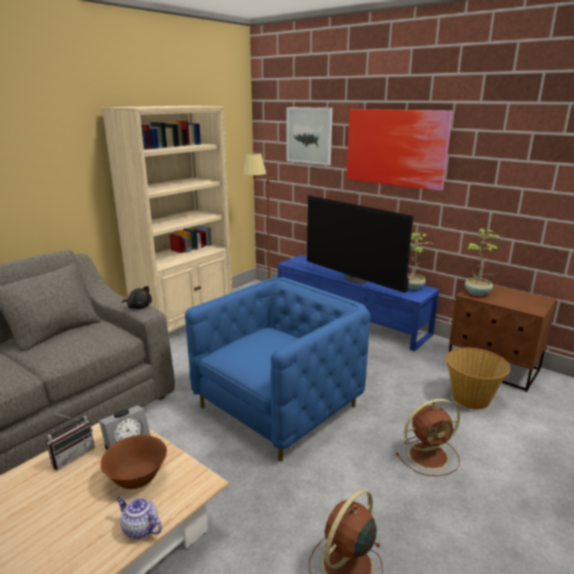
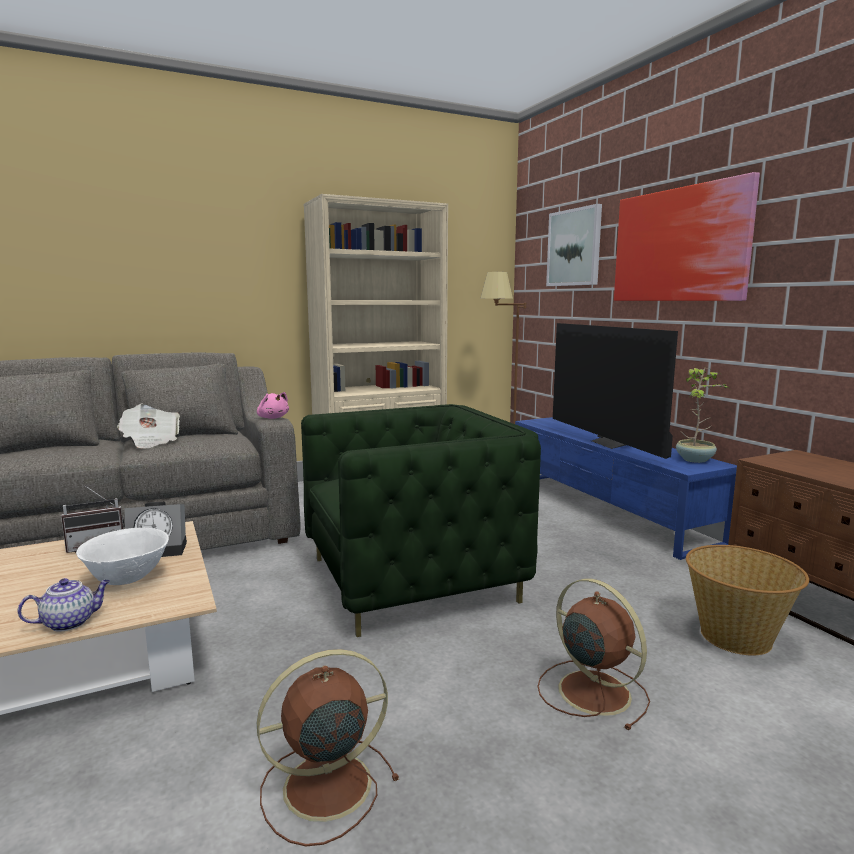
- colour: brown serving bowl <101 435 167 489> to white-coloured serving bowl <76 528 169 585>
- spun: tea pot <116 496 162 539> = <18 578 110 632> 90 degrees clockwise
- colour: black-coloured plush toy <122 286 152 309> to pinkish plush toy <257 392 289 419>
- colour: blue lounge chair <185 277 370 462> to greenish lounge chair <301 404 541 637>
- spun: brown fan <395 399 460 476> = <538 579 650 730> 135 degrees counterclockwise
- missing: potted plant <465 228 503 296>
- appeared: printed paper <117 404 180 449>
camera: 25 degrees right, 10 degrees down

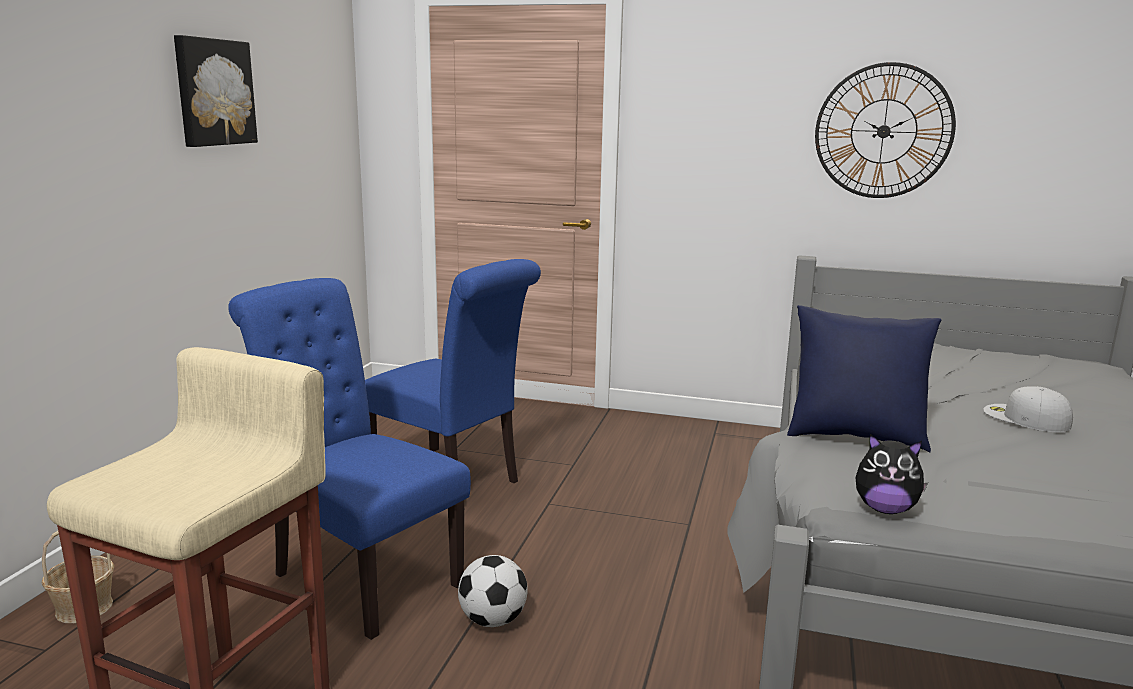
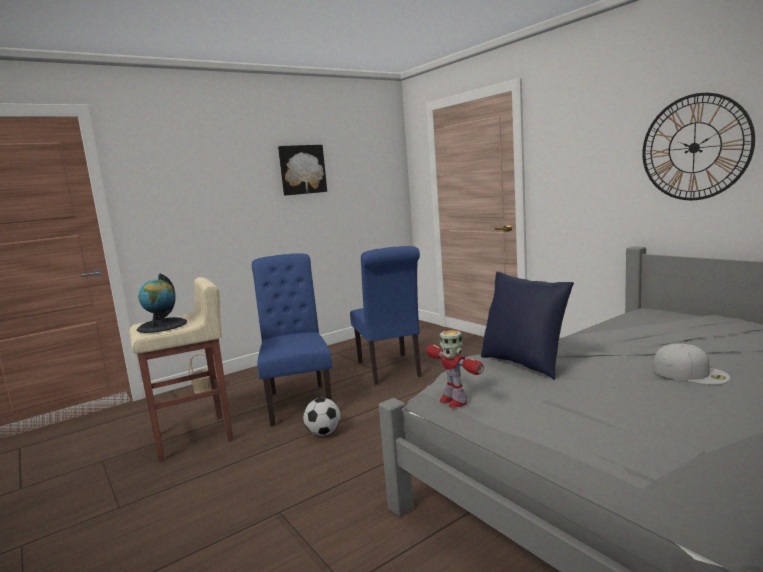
- exchanged: plush toy <855 434 928 514> to robot figure <426 330 484 408>
- spun: white-coloured peaked cap <983 386 1073 432> = <653 344 731 385> 135 degrees clockwise
- appeared: globe <137 274 187 333>
camera: 40 degrees right, 5 degrees down

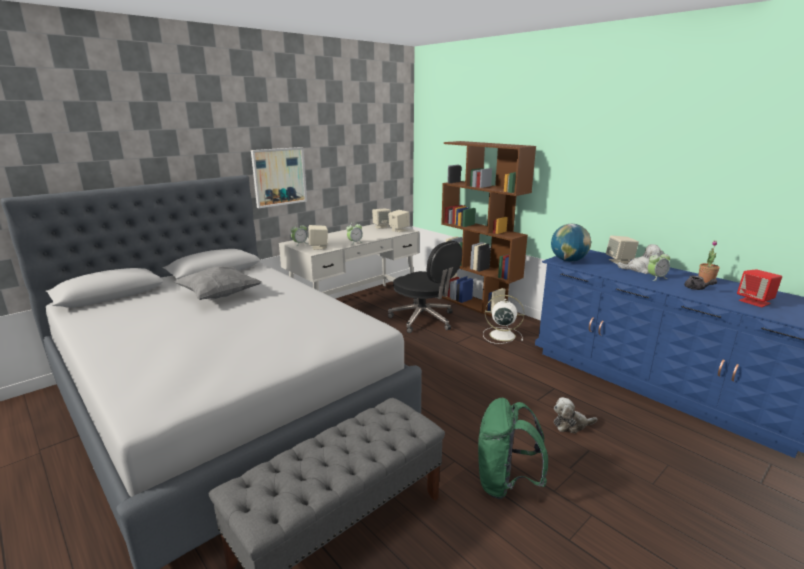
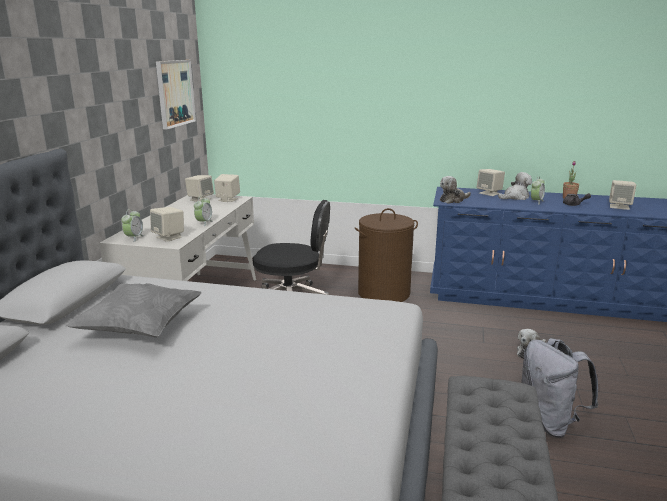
- relocated: wall picture <251 147 307 208> to <156 60 196 129>
- missing: brown bookcase <441 141 536 317>
- colour: greenish knapsack <478 398 548 499> to gray knapsack <521 338 598 438>
- exchanged: white-coloured fan <483 295 524 344> to brown laundry basket <355 208 418 302>
- exchanged: globe <551 224 591 262> to plush toy <440 176 471 204>
- colour: red speaker <737 269 782 307> to beige-coloured speaker <609 180 636 210>
camera: 35 degrees left, 0 degrees up

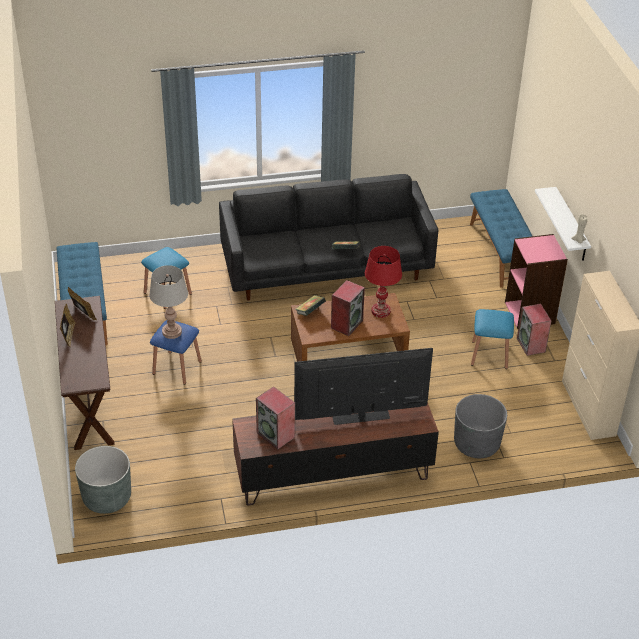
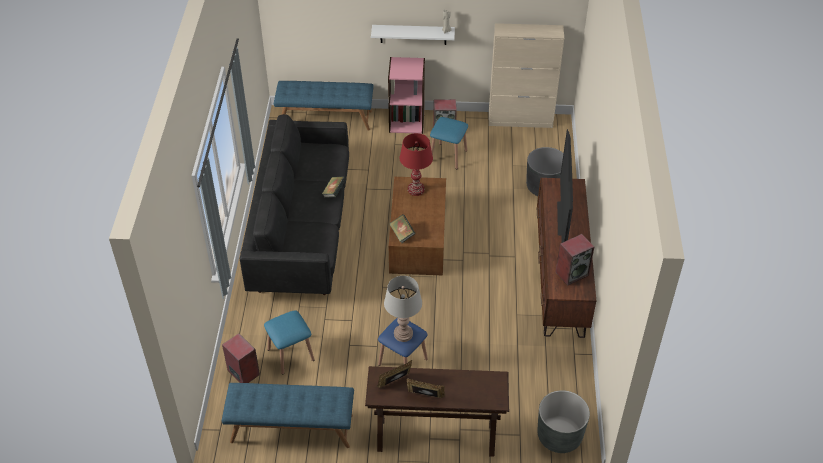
- relocated: speaker <331 280 365 336> to <222 333 260 383>
camera: 75 degrees left, 5 degrees up

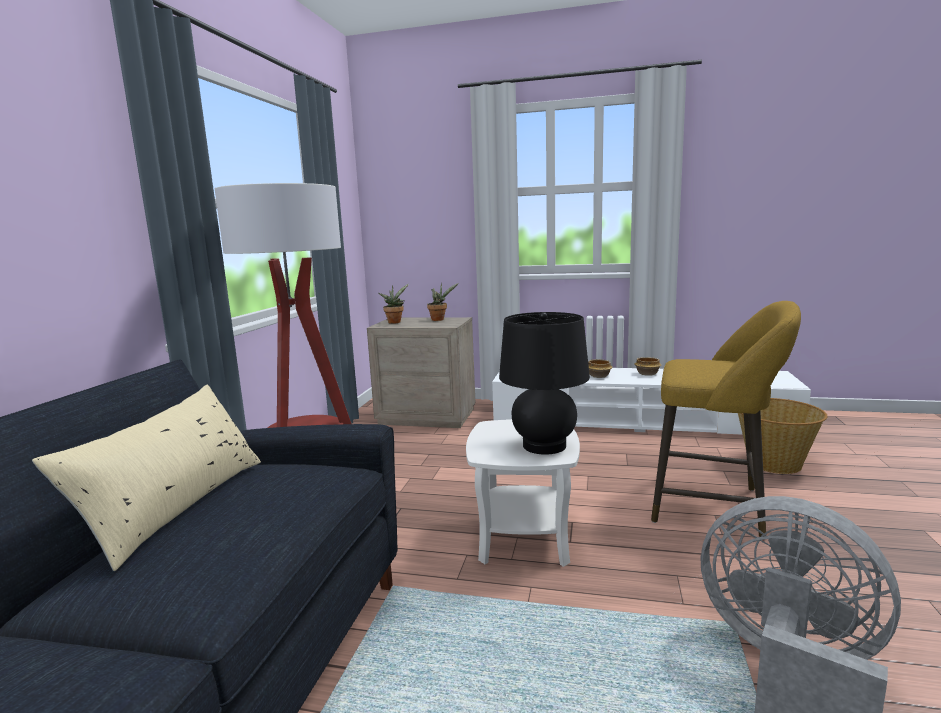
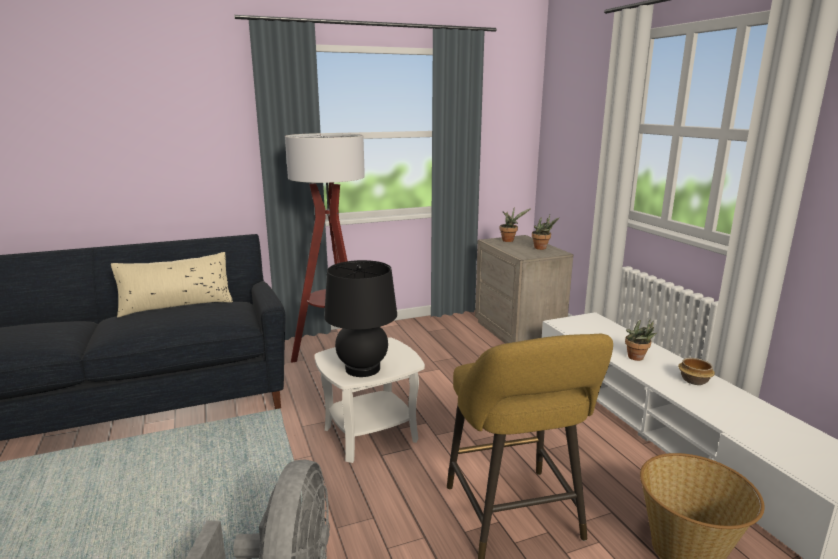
- exchanged: serving bowl <588 359 613 378> to potted plant <625 318 657 361>
camera: 55 degrees right, 5 degrees up

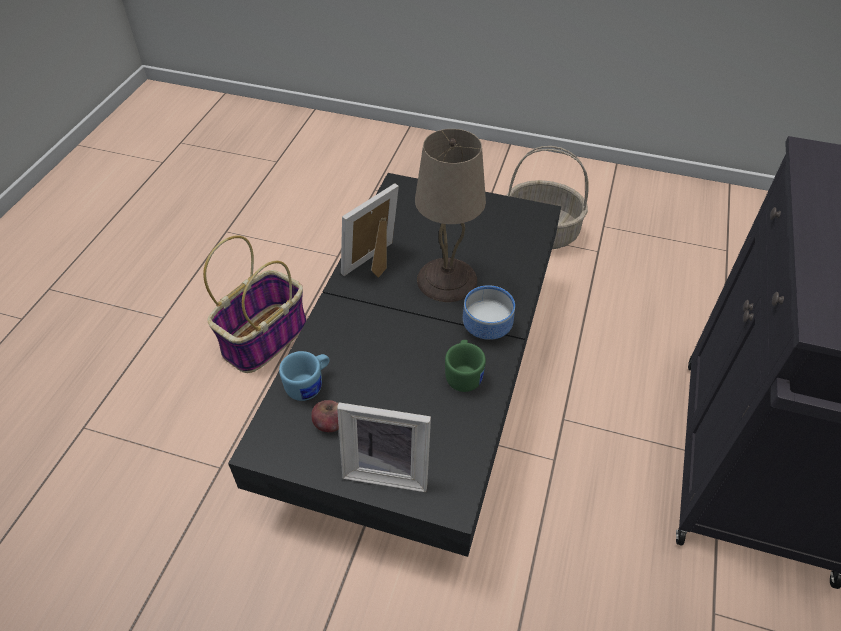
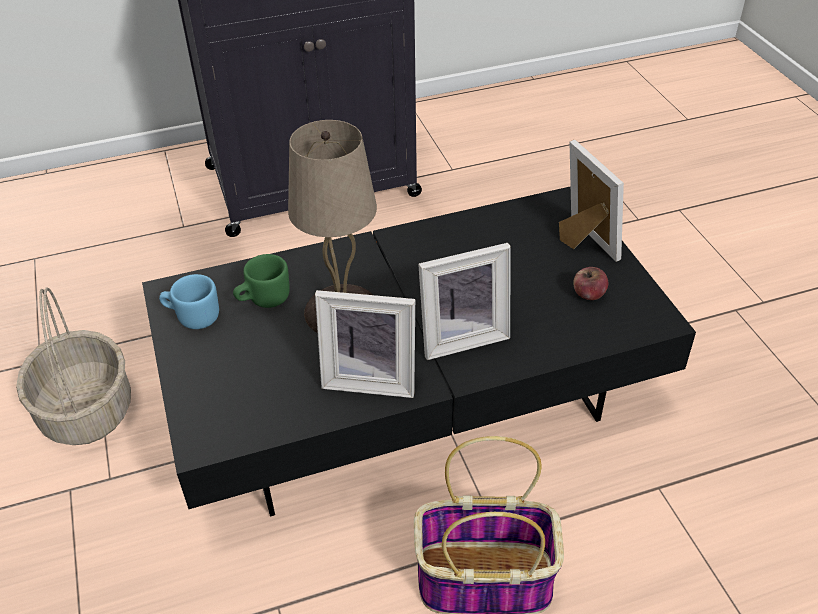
- relocated: blue tea mug <279 351 330 401> to <159 274 219 329>
- relocated: greenish tea mug <445 340 486 392> to <233 254 290 308>
- missing: serving bowl <463 285 515 340>
- appeared: standing frame <418 243 510 360>
camera: 125 degrees left, 5 degrees down

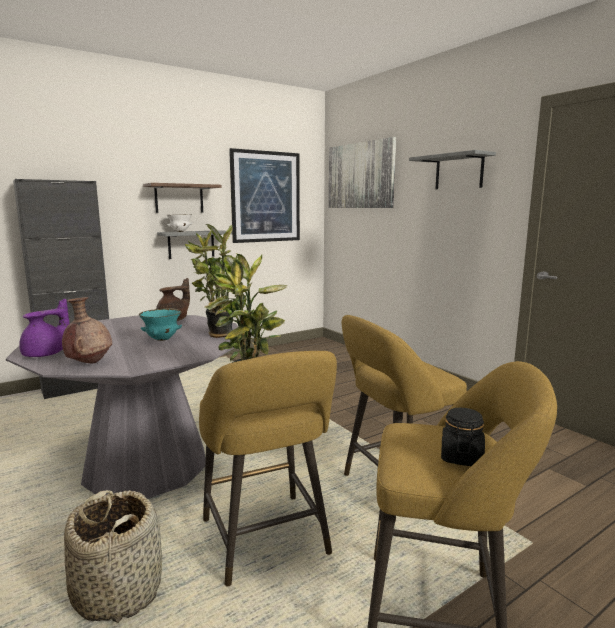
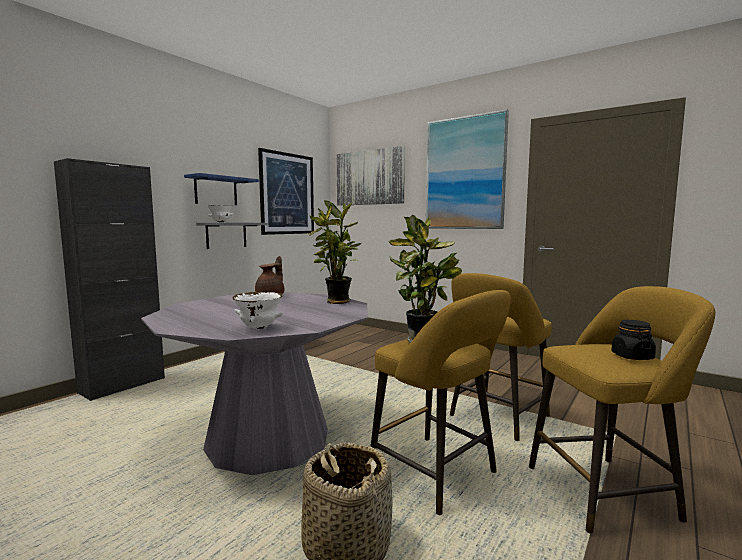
- missing: purple-coloured tea pot <19 299 69 357>
- exchanged: brown decorative vase <62 297 112 363> to white-coloured serving bowl <232 292 283 329>
- missing: blue-green serving bowl <139 308 182 341>
- colour: brown bracket shelf <143 183 221 213> to blue bracket shelf <184 173 259 205>
- exchanged: gray bracket shelf <409 150 496 189> to wall picture <426 110 509 229>
camera: 20 degrees left, 5 degrees down

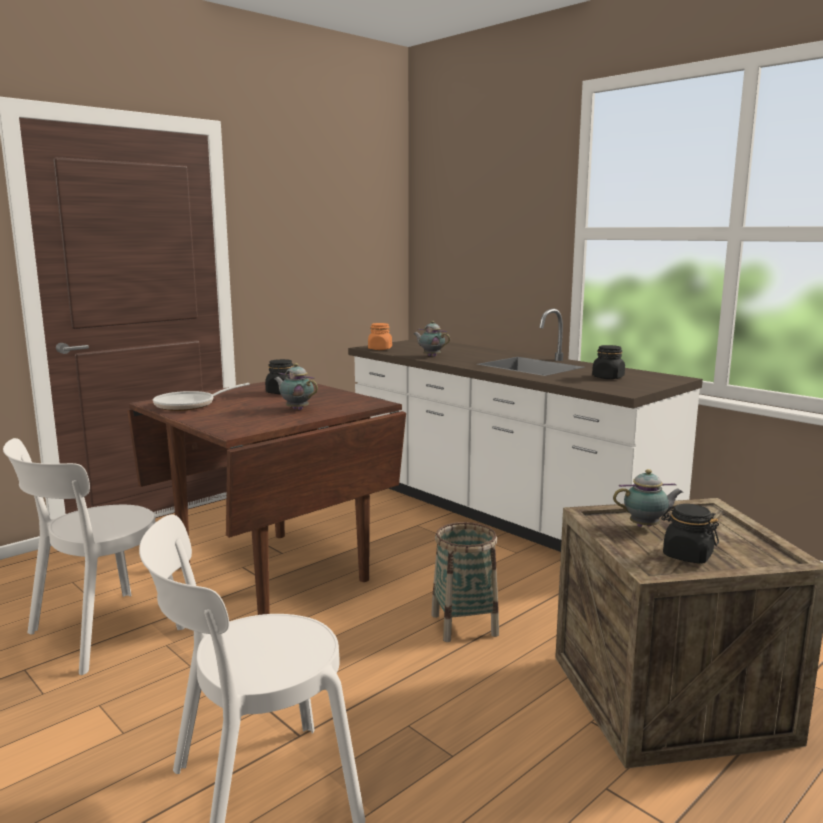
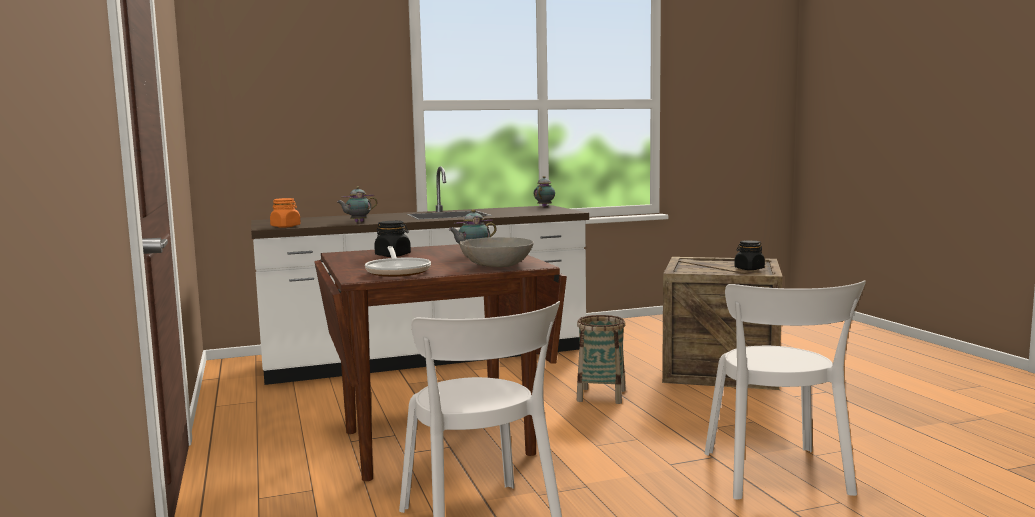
- missing: black-coloured jar <592 345 625 379>
- relocated: tea pot <613 469 683 527> to <534 176 555 207>
- appeared: gray serving bowl <460 237 534 267>
camera: 65 degrees left, 5 degrees down

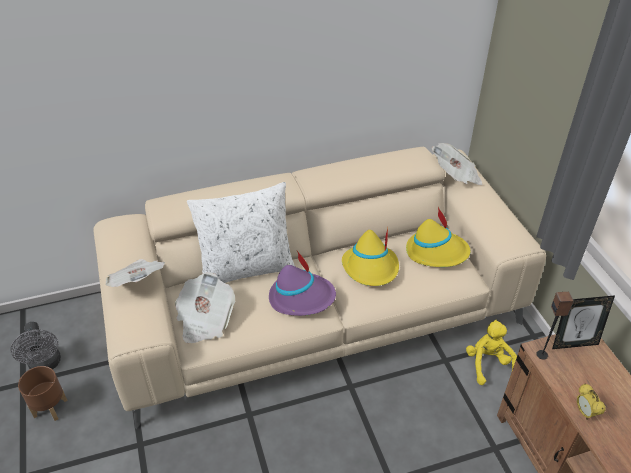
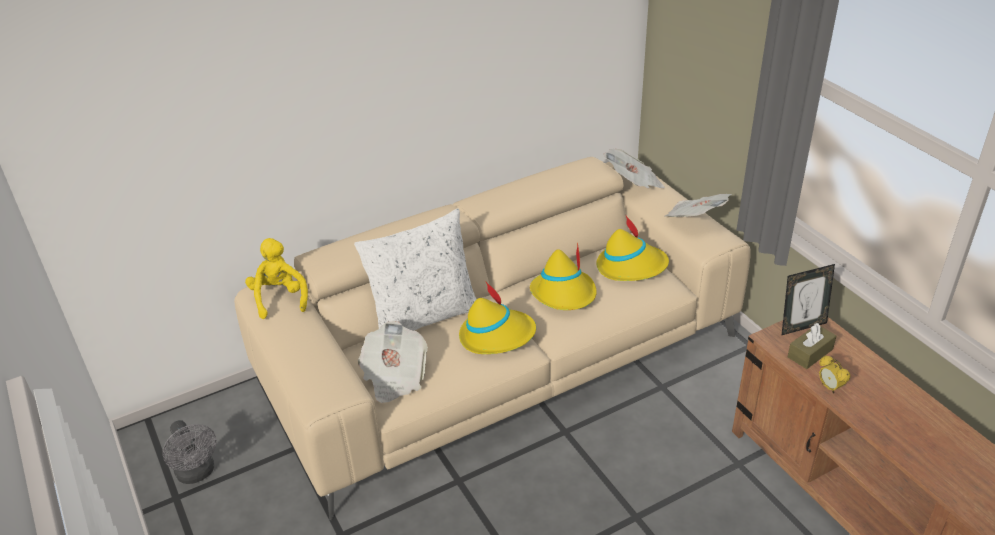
- missing: brown plant pot <18 366 68 421>
- relocated: printed paper <106 259 165 287> to <664 194 732 217>
- colour: purple-coloured wearable hat <269 251 336 316> to yellow wearable hat <459 281 536 354>
- relocated: yellow plush toy <466 320 517 385> to <245 238 308 319>
- missing: speaker <536 292 574 360>
- appeared: brown tissue box <787 323 836 369>
camera: 10 degrees left, 5 degrees down

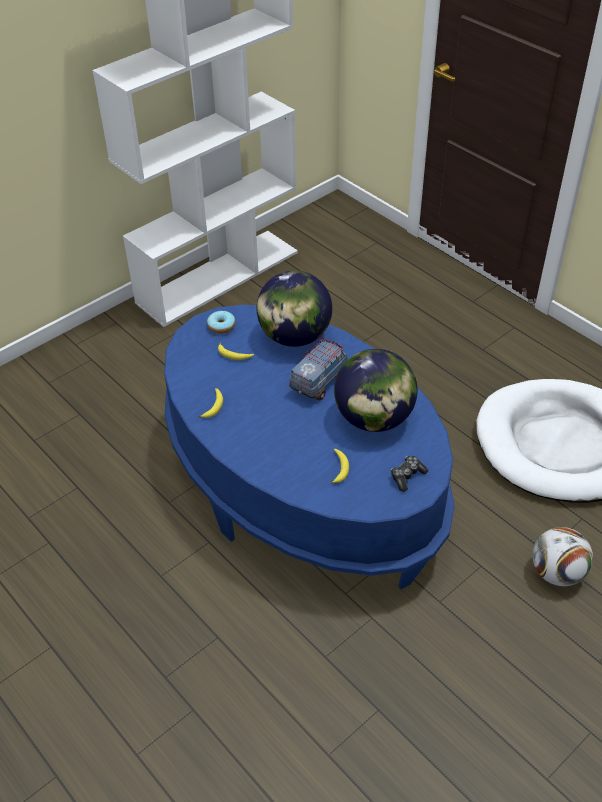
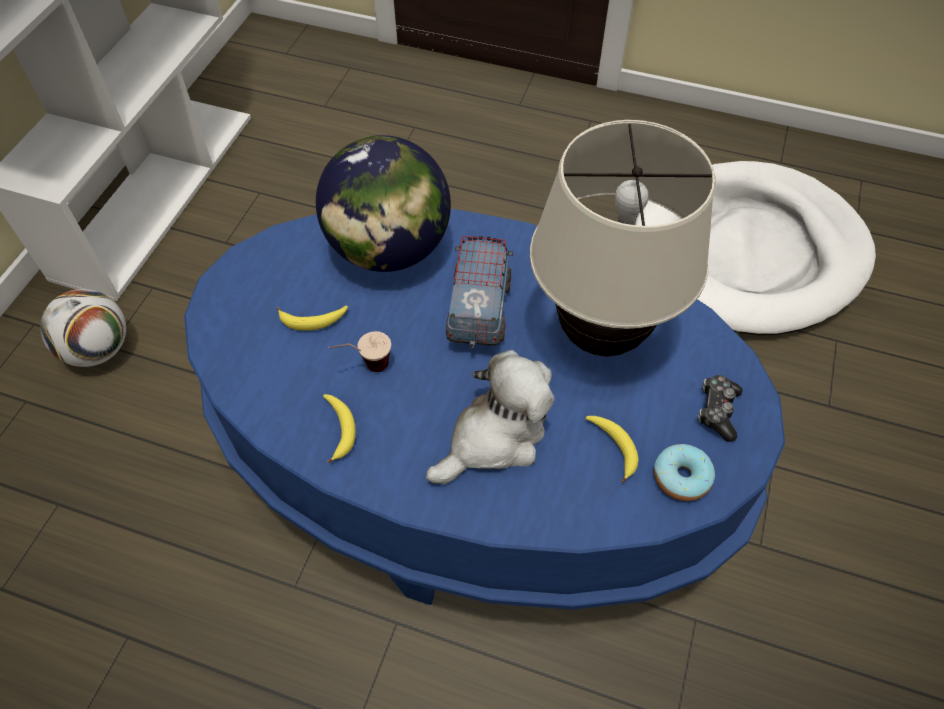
- relocated: donut <207 311 235 334> to <654 444 715 501>
- exchanged: globe <334 349 418 432> to beige-coloured lamp for a table <530 120 716 357>
- relocated: football ball <532 527 593 586> to <40 289 126 367>
- appeared: small cup <328 331 391 372>
- appeared: plush toy <426 350 555 484>
camera: 30 degrees left, 10 degrees up

